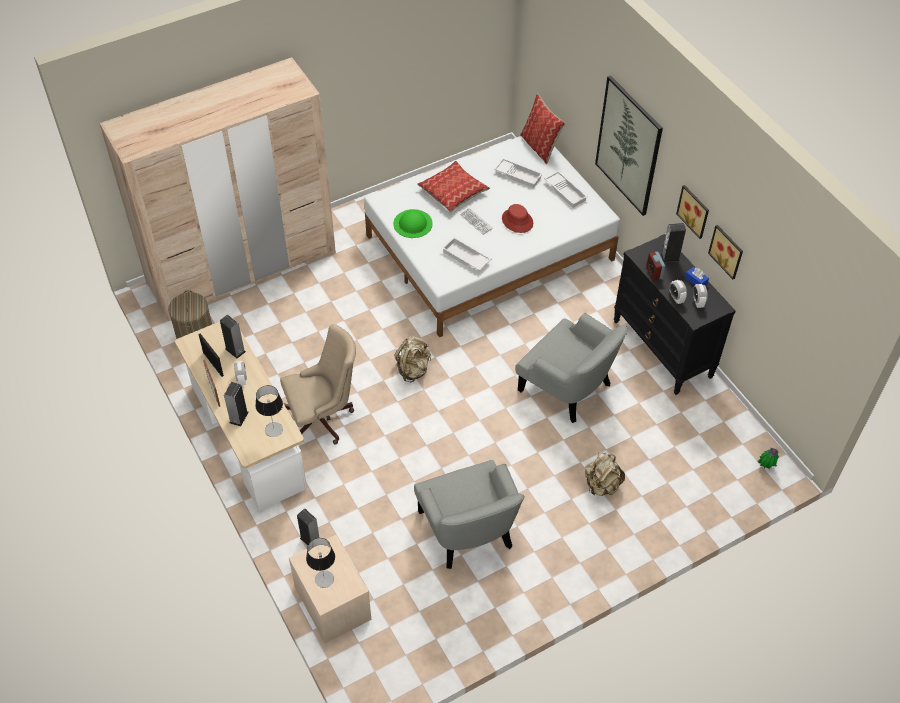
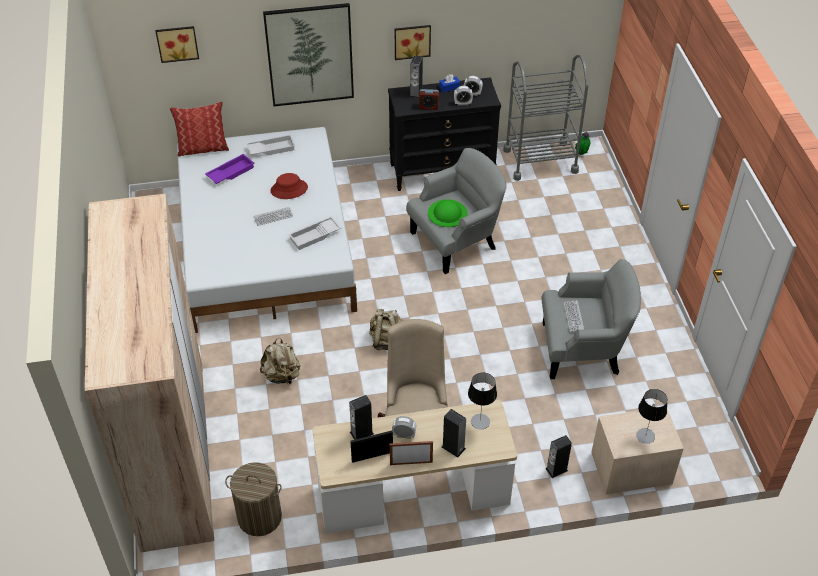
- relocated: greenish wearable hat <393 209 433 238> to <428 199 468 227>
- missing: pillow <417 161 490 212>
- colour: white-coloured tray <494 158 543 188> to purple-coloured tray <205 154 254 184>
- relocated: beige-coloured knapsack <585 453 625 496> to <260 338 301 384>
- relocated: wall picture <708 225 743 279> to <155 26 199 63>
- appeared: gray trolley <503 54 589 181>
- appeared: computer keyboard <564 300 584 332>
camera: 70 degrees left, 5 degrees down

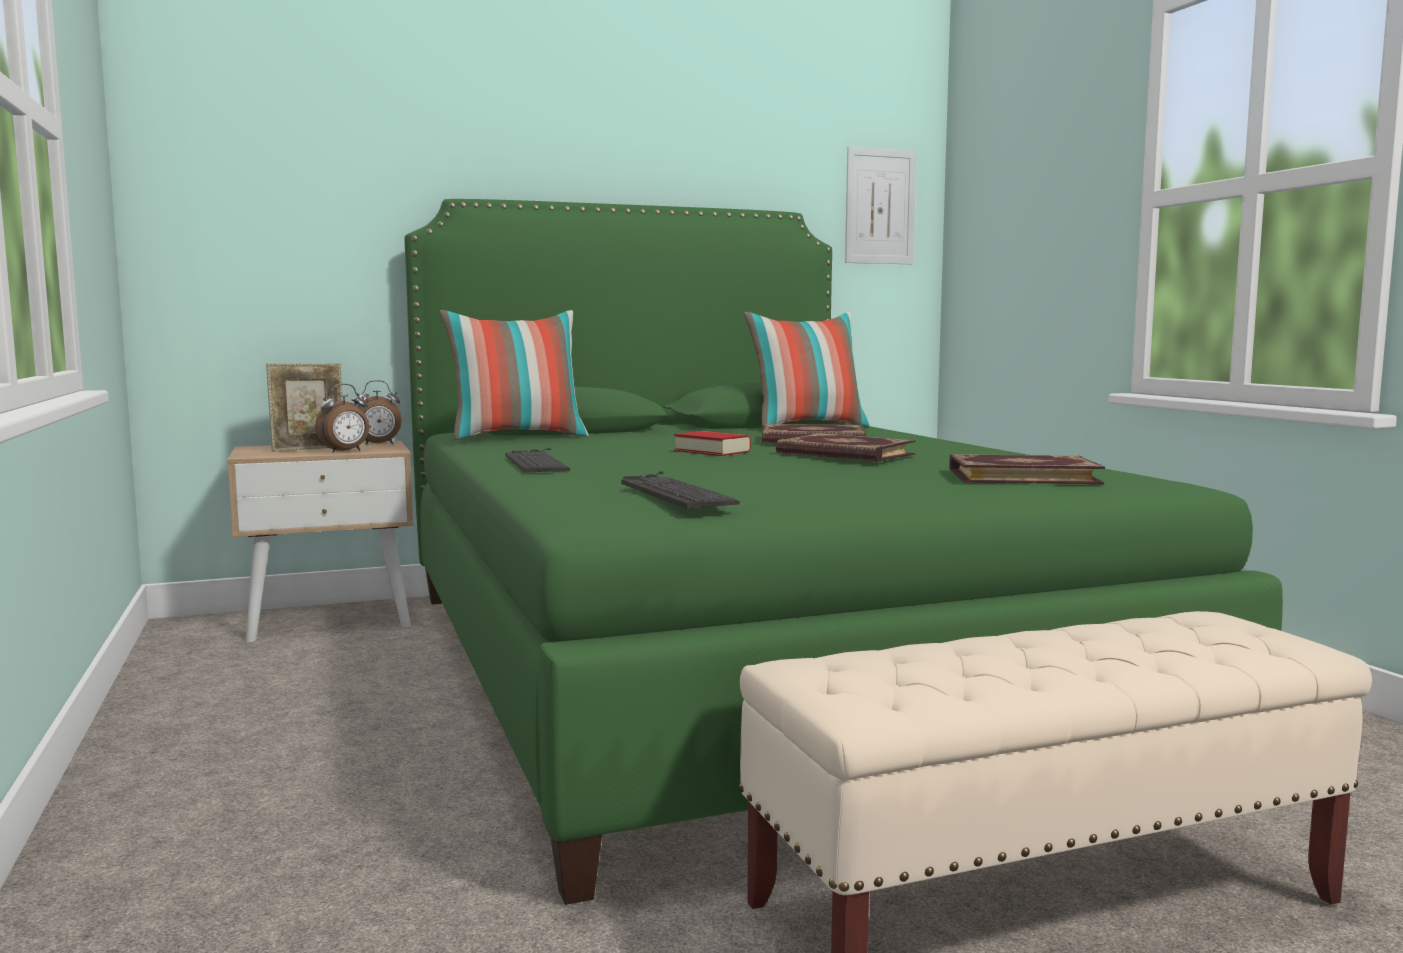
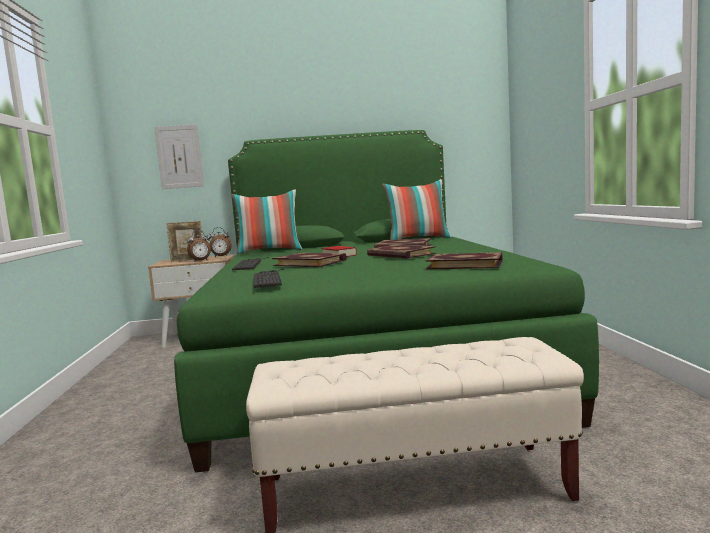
- relocated: wall picture <845 146 916 264> to <154 124 204 189>
- appeared: volume <272 253 347 267>
camera: 15 degrees right, 0 degrees up

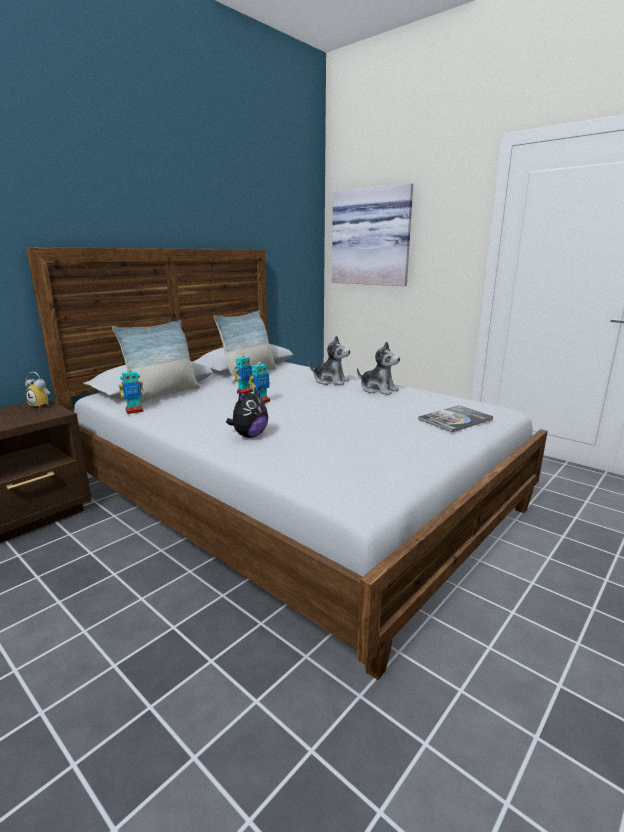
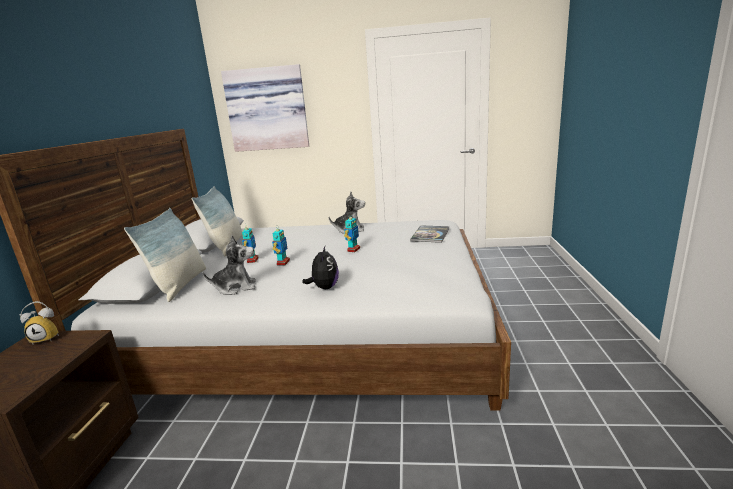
- relocated: robot figure <119 365 144 414> to <344 213 360 252>
- relocated: plush toy <309 336 350 385> to <203 235 255 295>
camera: 35 degrees left, 0 degrees up

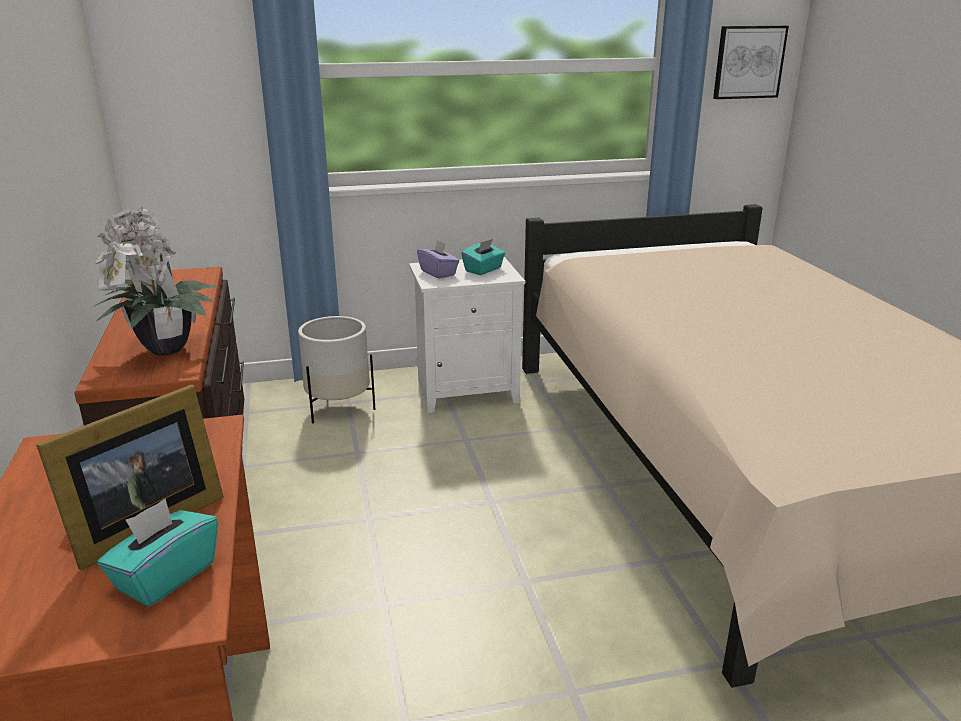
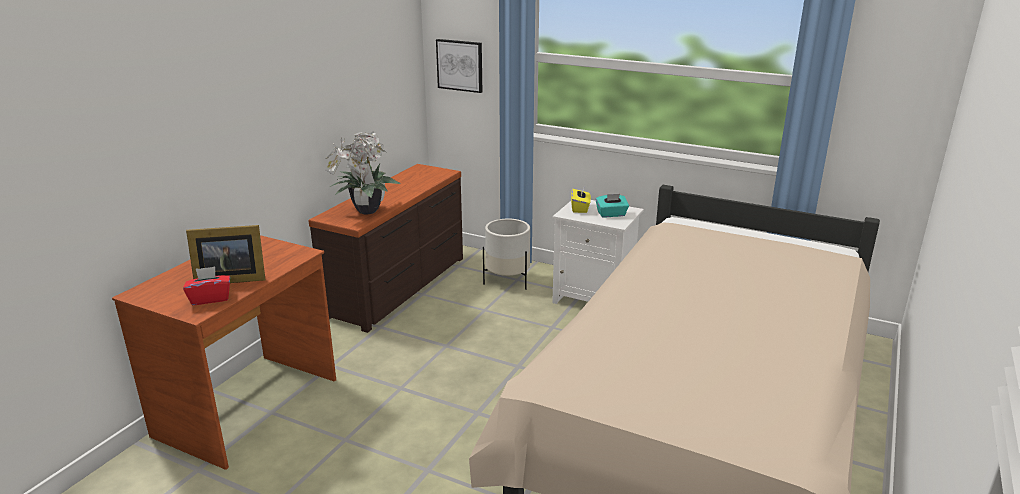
- colour: blue-green tissue box <97 499 218 607> to red tissue box <183 266 230 305>
- colour: purple-coloured tissue box <417 240 459 279> to yellow tissue box <571 188 591 213>
- relocated: wall picture <713 26 789 99> to <436 39 482 93>
camera: 40 degrees right, 0 degrees up

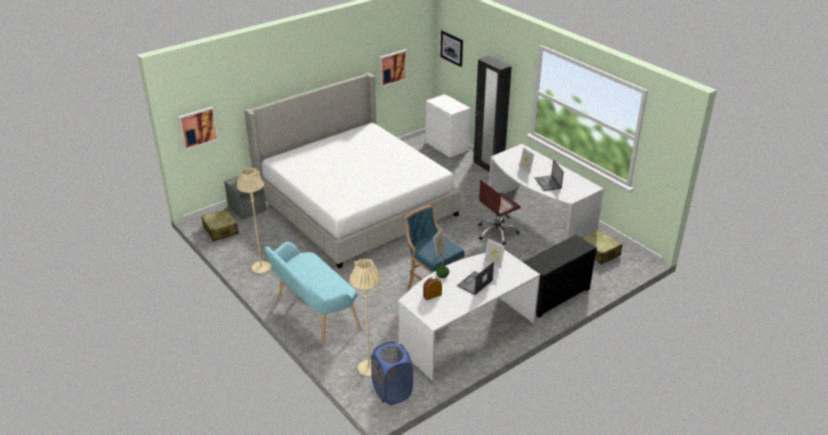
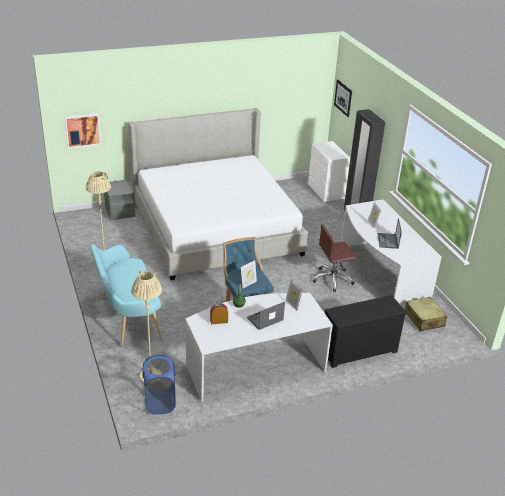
- missing: beige-coloured suitcase <201 209 239 242>
- missing: wall picture <379 49 407 88>
camera: 15 degrees right, 0 degrees up

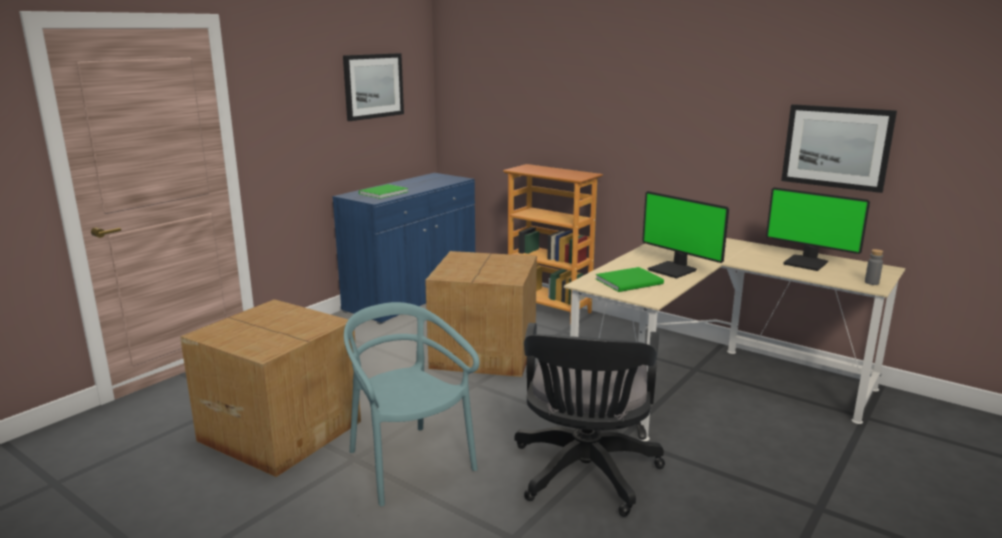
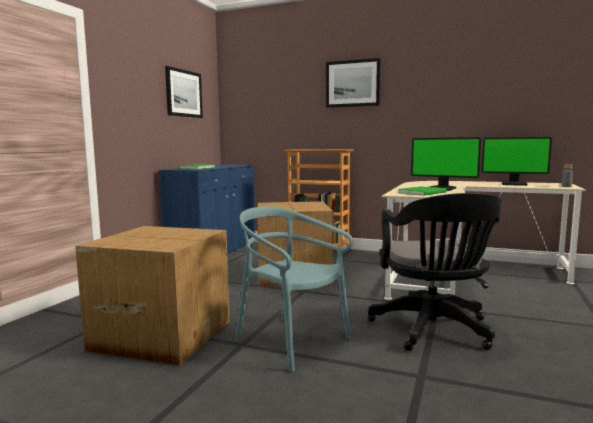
- relocated: wall picture <781 104 897 193> to <326 58 380 108>
camera: 15 degrees left, 10 degrees down

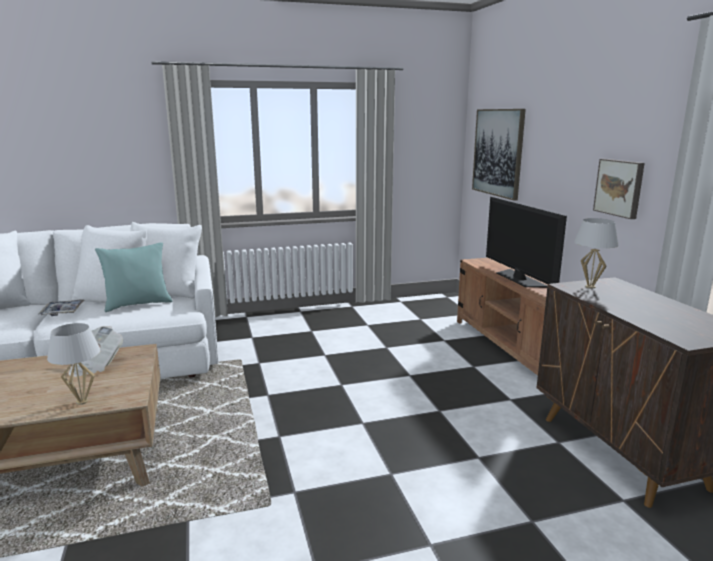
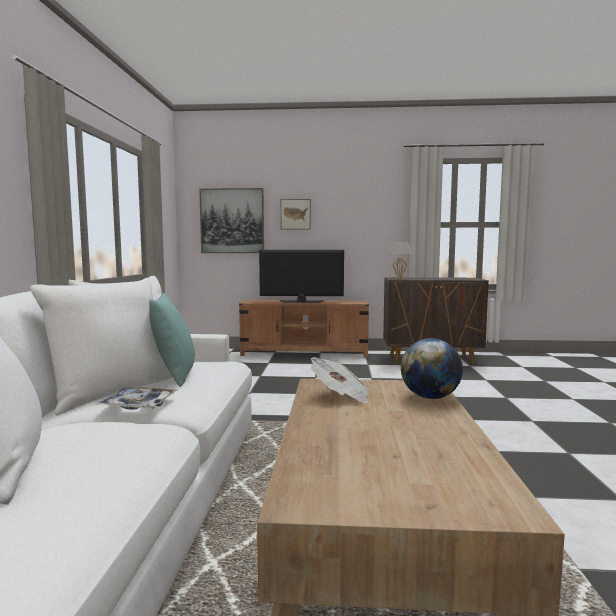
- exchanged: white-coloured lamp for a table <47 323 101 405> to globe <401 338 463 399>
- relocated: wall picture <593 159 645 219> to <281 199 311 230>
camera: 70 degrees left, 10 degrees down

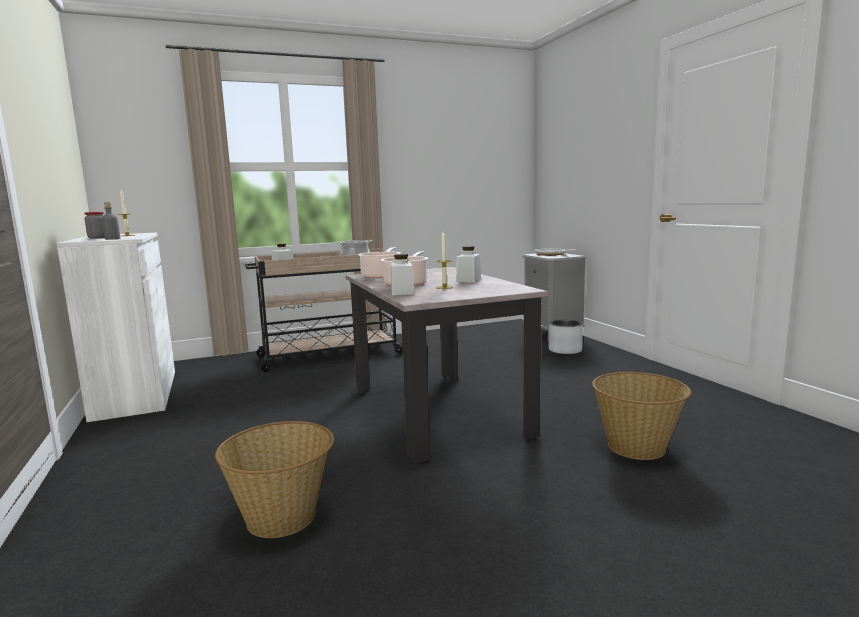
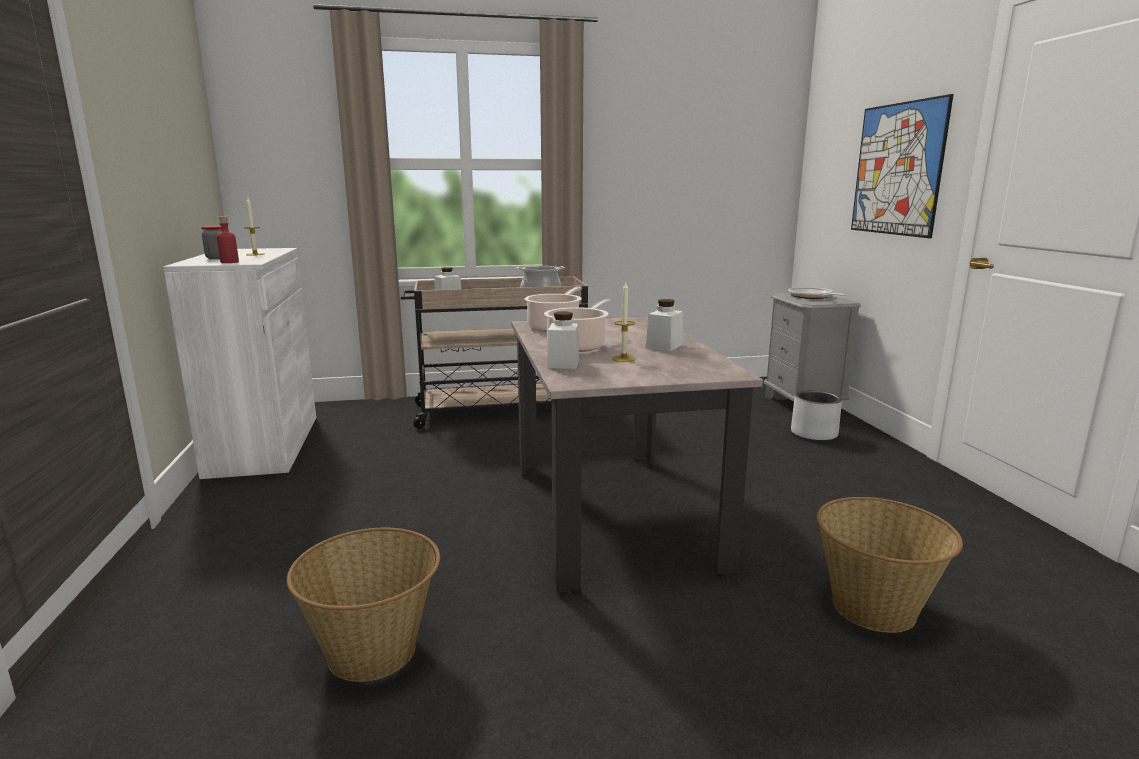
- colour: gray beverage bottle <102 202 120 240> to red beverage bottle <217 217 239 263>
- appeared: wall picture <851 94 953 238>
camera: 10 degrees right, 5 degrees up

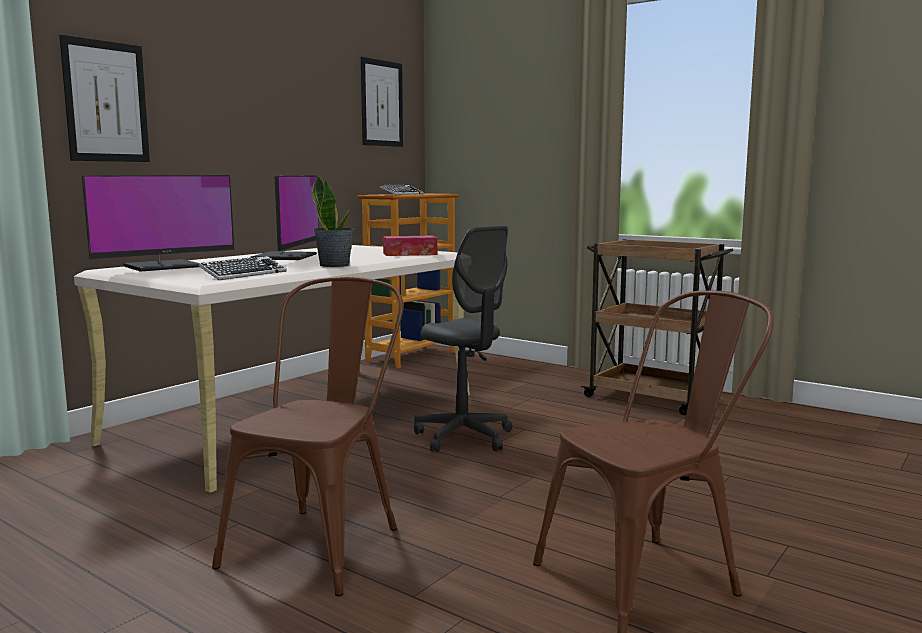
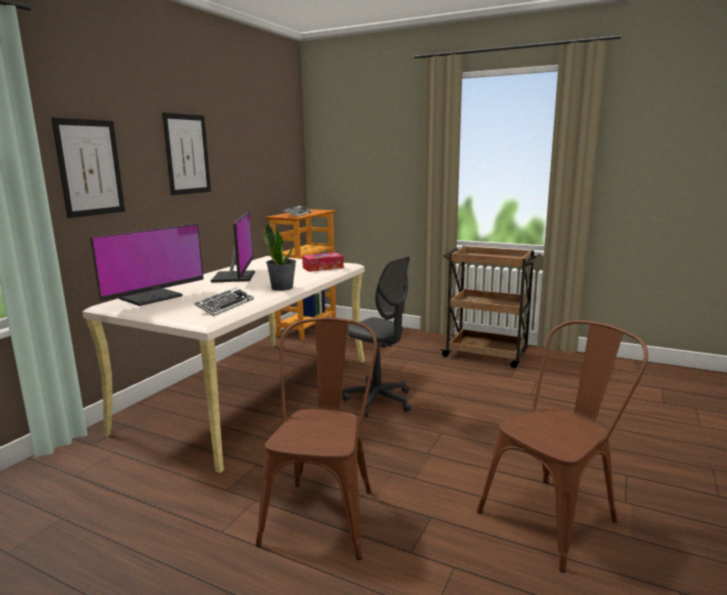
- relocated: wall picture <361 57 403 147> to <162 113 211 195>
camera: 10 degrees left, 5 degrees up

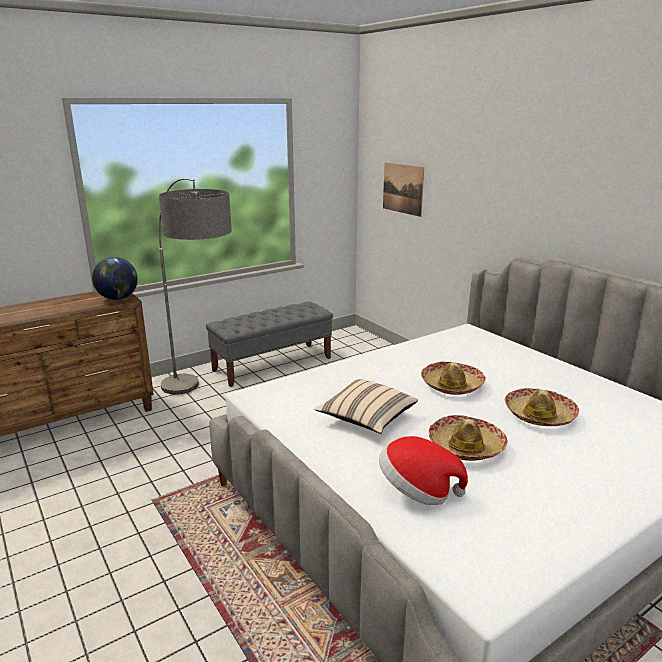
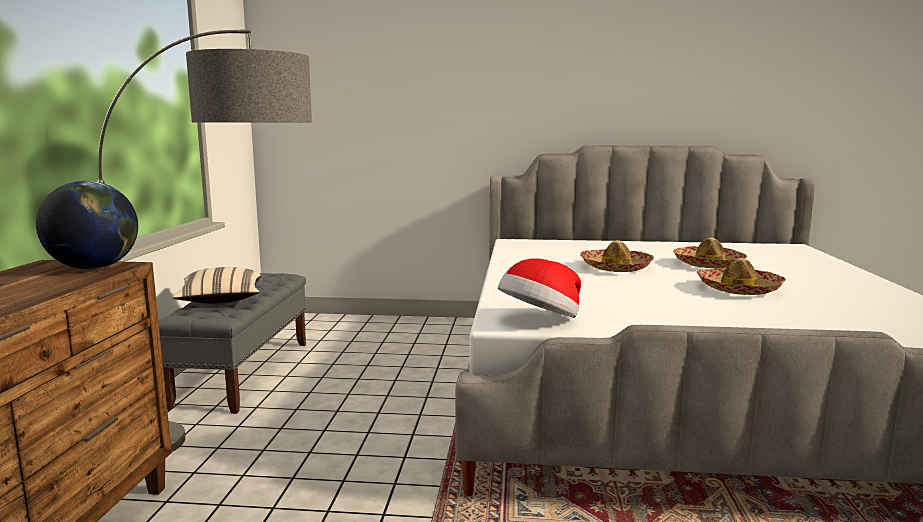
- relocated: beige-coloured pillow <314 379 418 434> to <172 267 261 304>
- relocated: wearable hat <379 436 468 505> to <498 258 581 318>
- missing: wall picture <383 162 424 217>
camera: 50 degrees left, 10 degrees down

